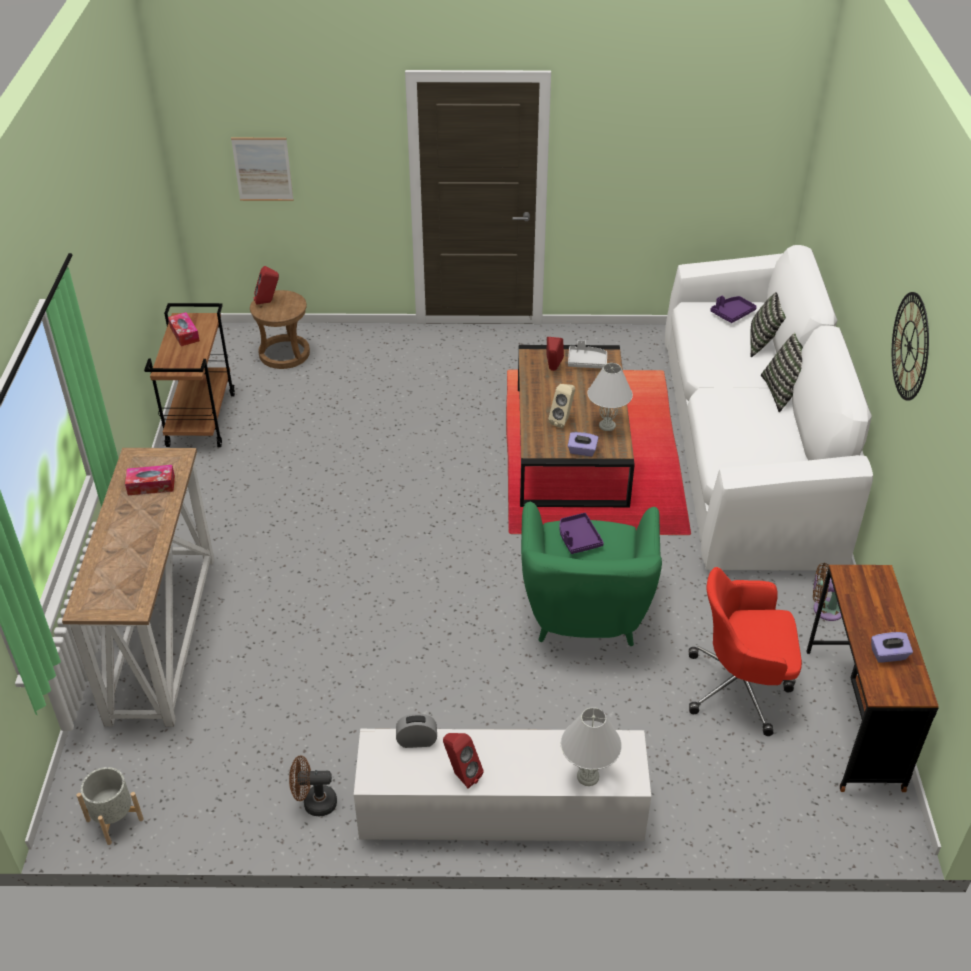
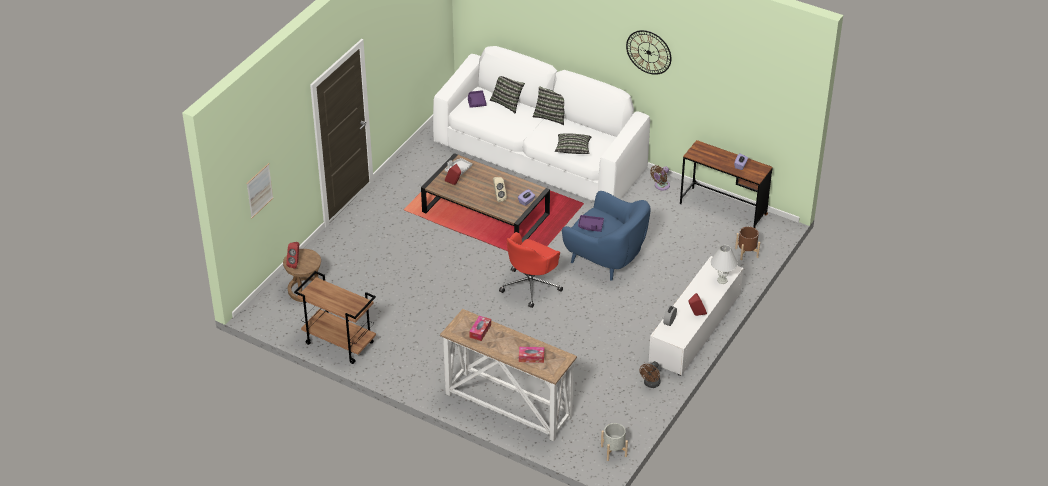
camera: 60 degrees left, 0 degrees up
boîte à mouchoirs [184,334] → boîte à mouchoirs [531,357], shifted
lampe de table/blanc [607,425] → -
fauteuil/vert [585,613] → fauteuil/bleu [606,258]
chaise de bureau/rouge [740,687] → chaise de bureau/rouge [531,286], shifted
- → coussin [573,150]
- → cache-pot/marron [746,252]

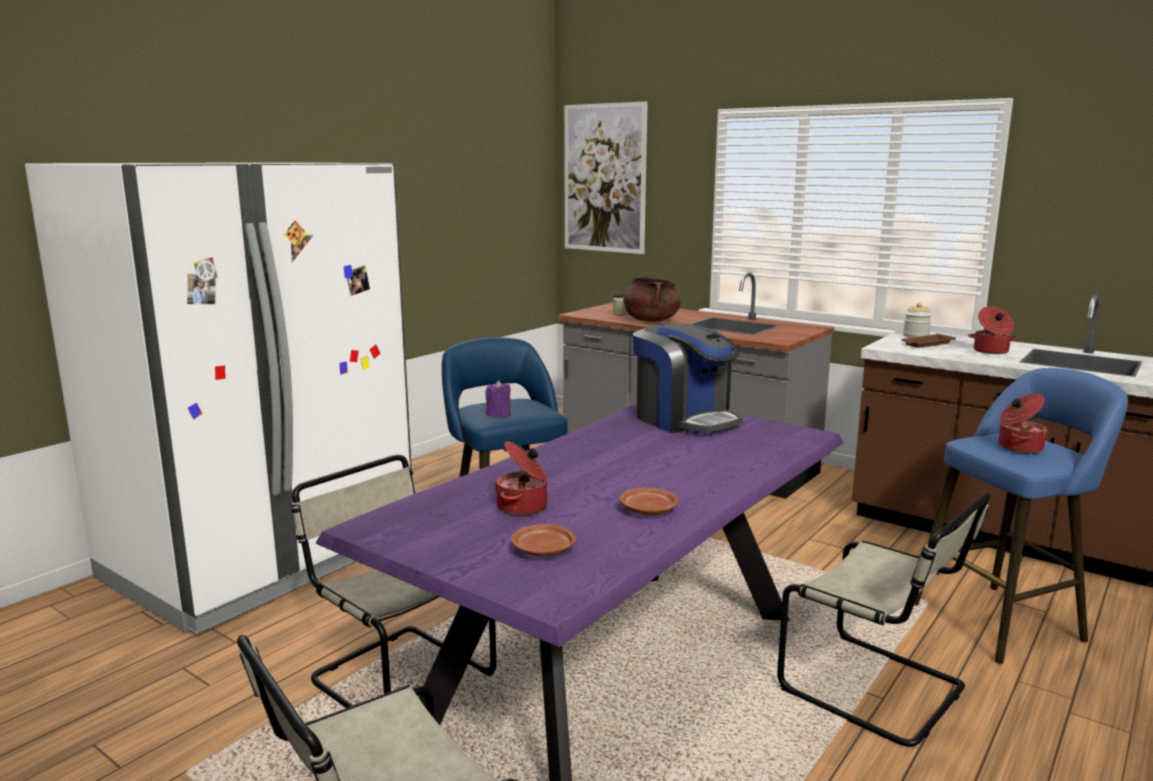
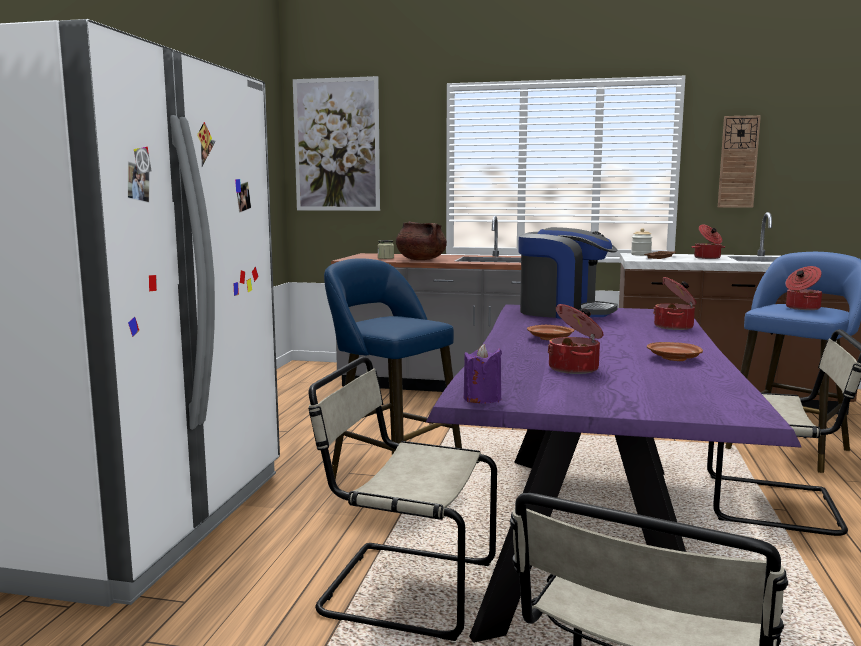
camera: 25 degrees left, 5 degrees down
bougie/violet [498,414] → bougie/violet [482,399], shifted
assiette/marron [543,551] → assiette/marron [550,339], shifted
- → horloge murale [738,162]
- → marmite [675,327]

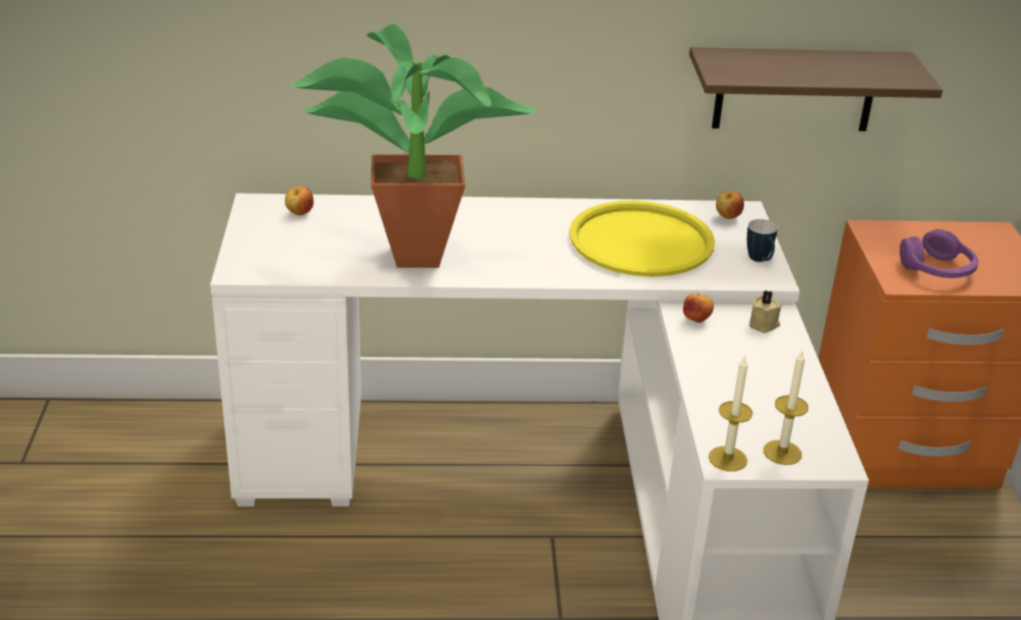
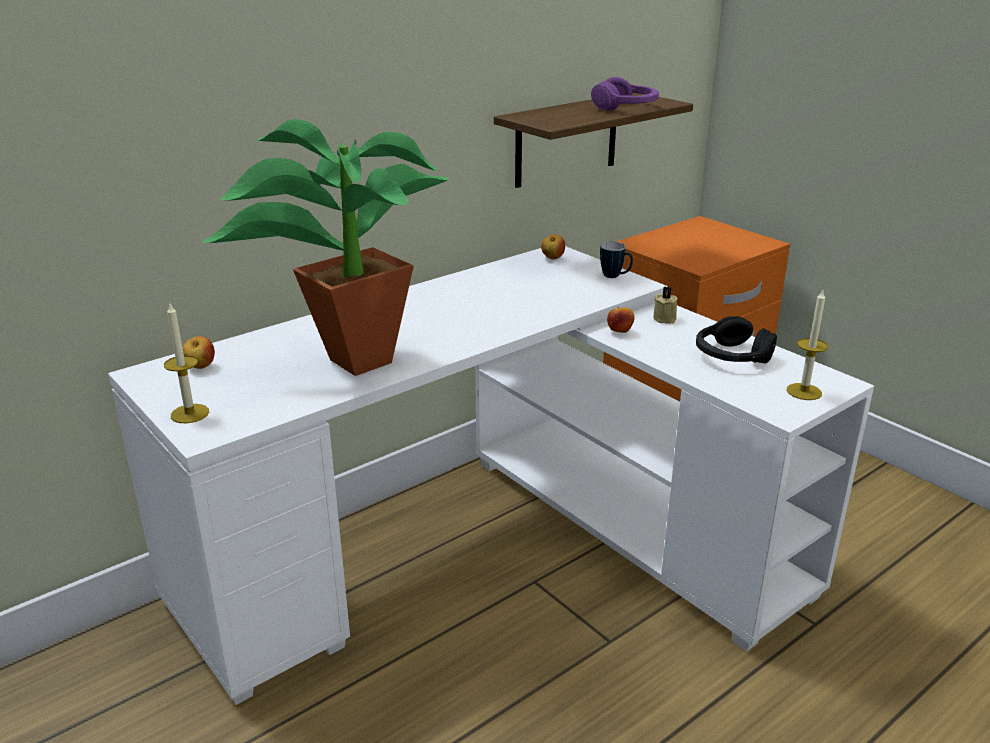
camera: 35 degrees left, 5 degrees down
plateau/jaune [641,241] → -
casque audio/violet [937,270] → casque audio/violet [625,107], shifted
bougie [727,459] → bougie [190,413], shifted
- → casque audio/noir [731,356]

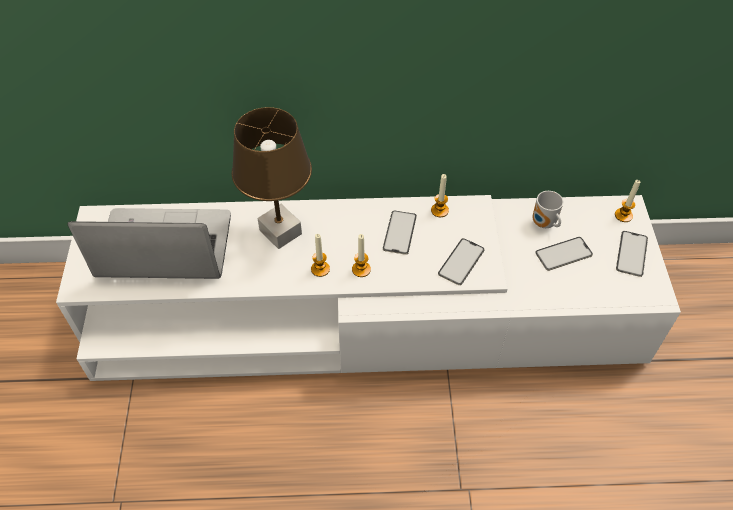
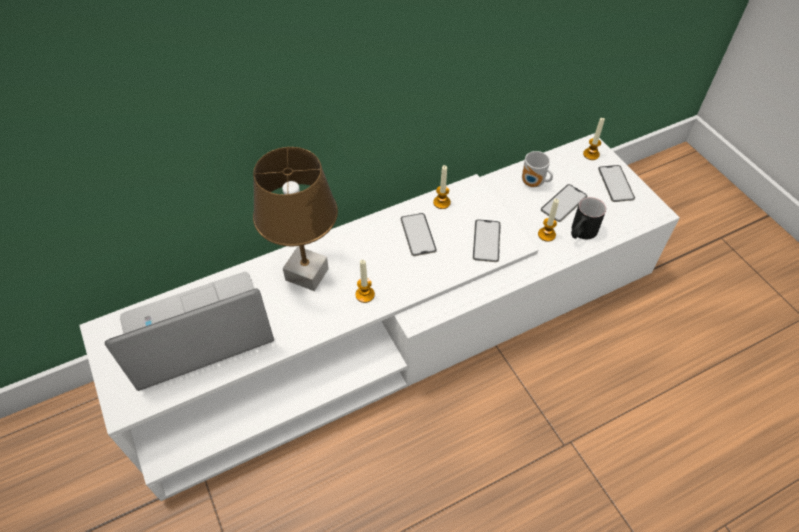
camera: 25 degrees left, 0 degrees up
bougie [361,269] → bougie [546,234], shifted
- → mug/noir [580,233]

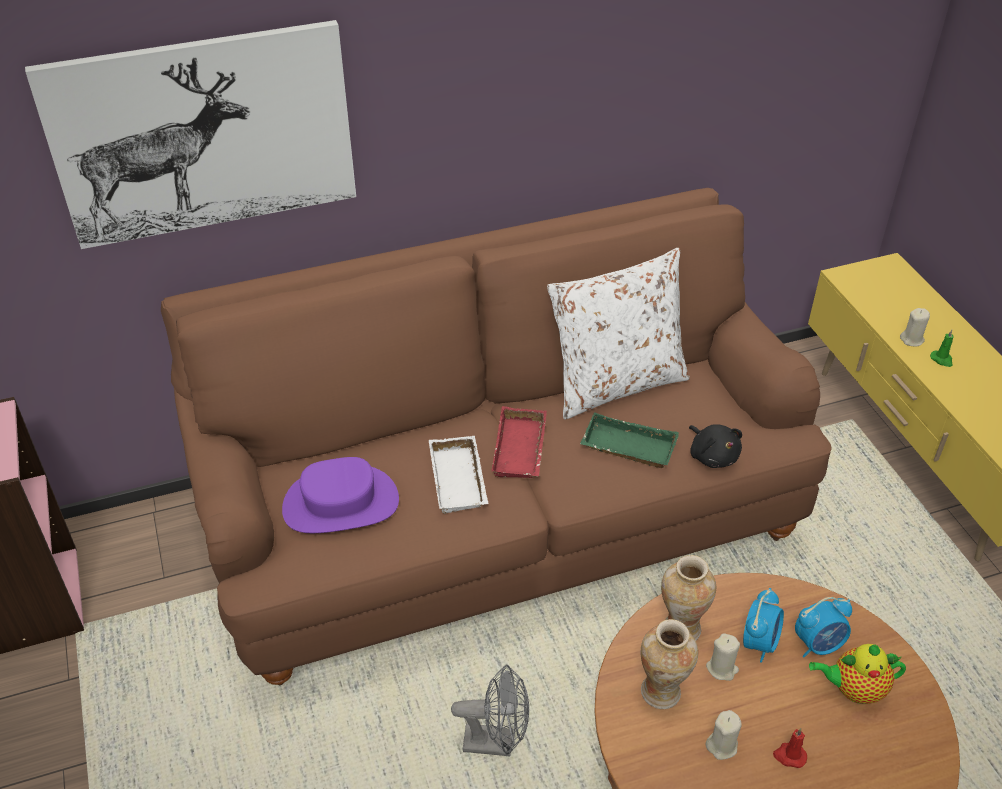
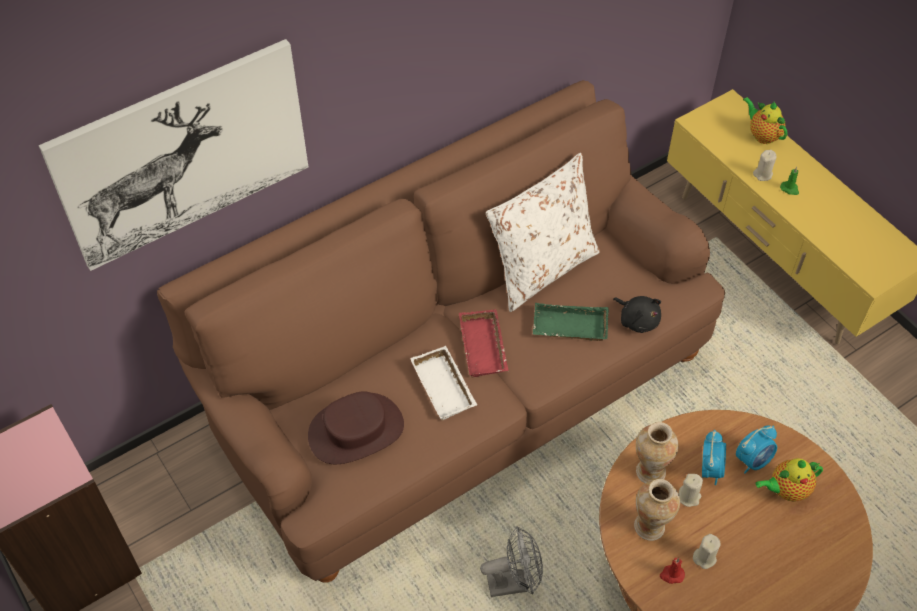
camera: 15 degrees left, 10 degrees up
chapeau/violet [340,504] → chapeau/marron [356,431]
bougie/rouge [789,756] → bougie/rouge [671,575], shifted
- → théière [762,135]

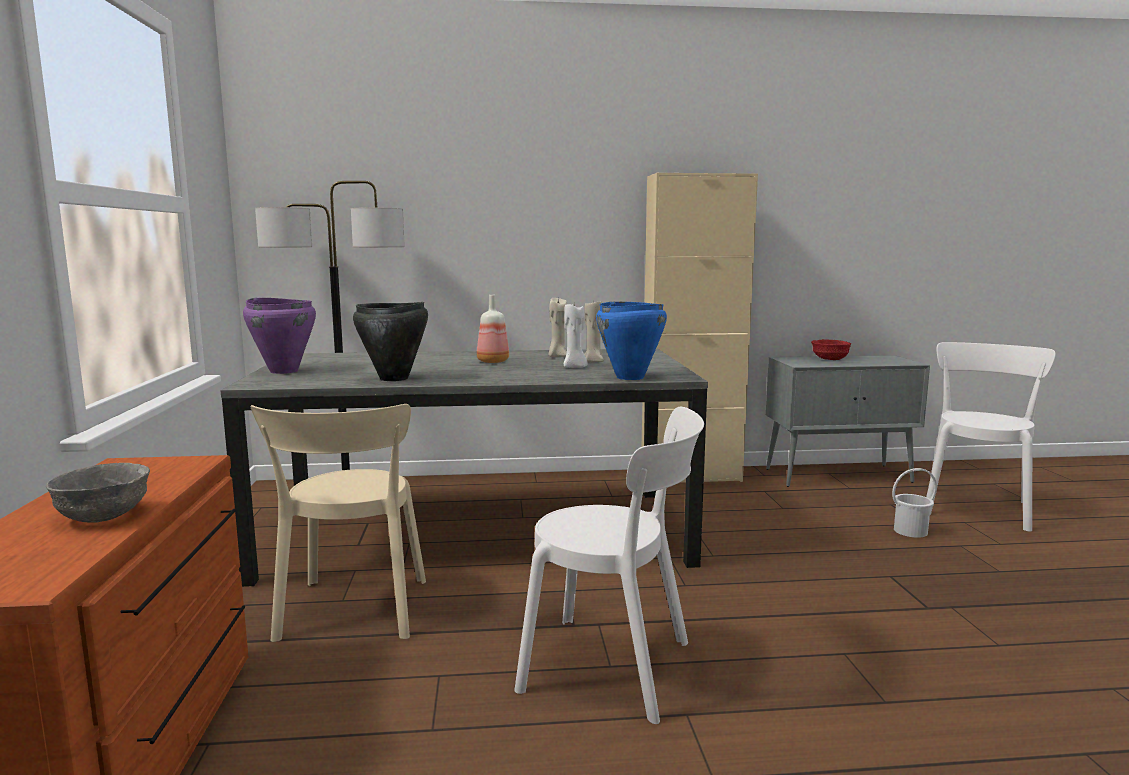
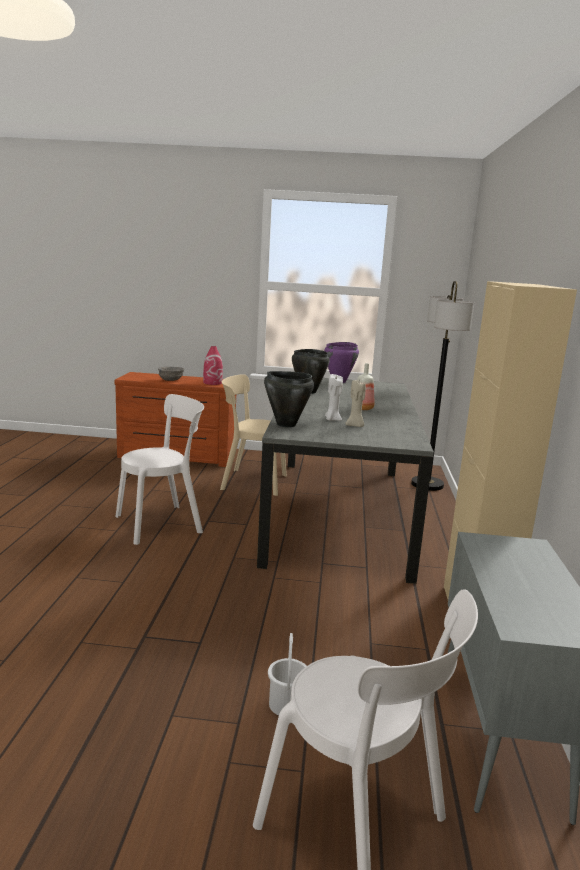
camera: 100 degrees right, 5 degrees up
bougie/beige [557,356] → -
marmite/bleu [630,377] → marmite/noir [286,424]
bol/rouge [829,359] → -
chaise/blanc [615,667] → chaise/blanc [163,523], 150 degrees counterclockwise
- → vase/rouge [213,383]

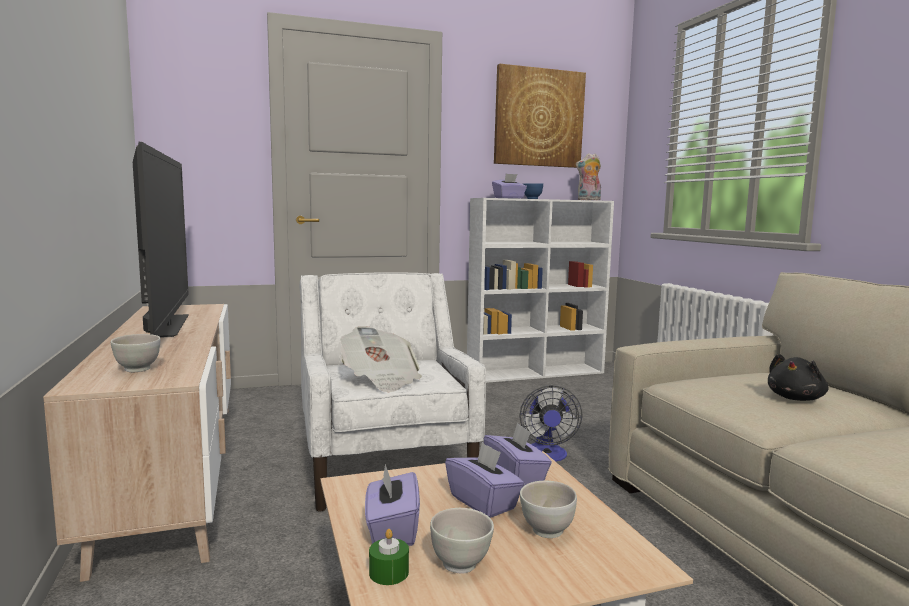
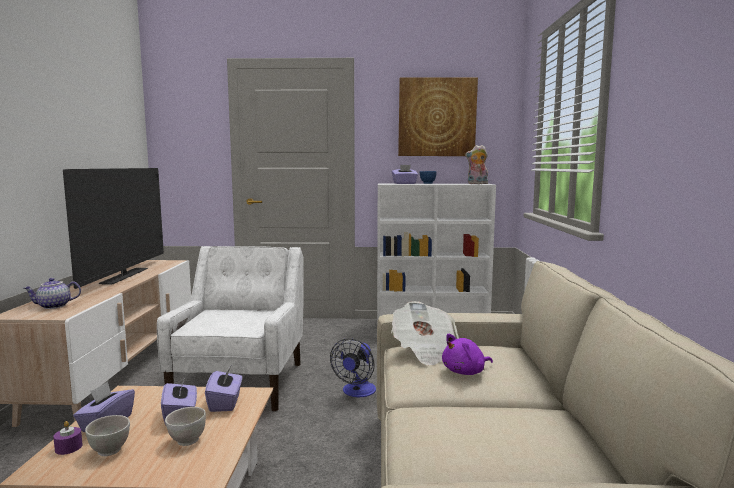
camera: 20 degrees right, 0 degrees up
journal [380,380] → journal [425,351], shifted
bol/blanc [137,369] → théière [53,306]
peluche/noir [796,398] → peluche/violet [465,372]
bougie/vert [389,572] → bougie/violet [68,447]

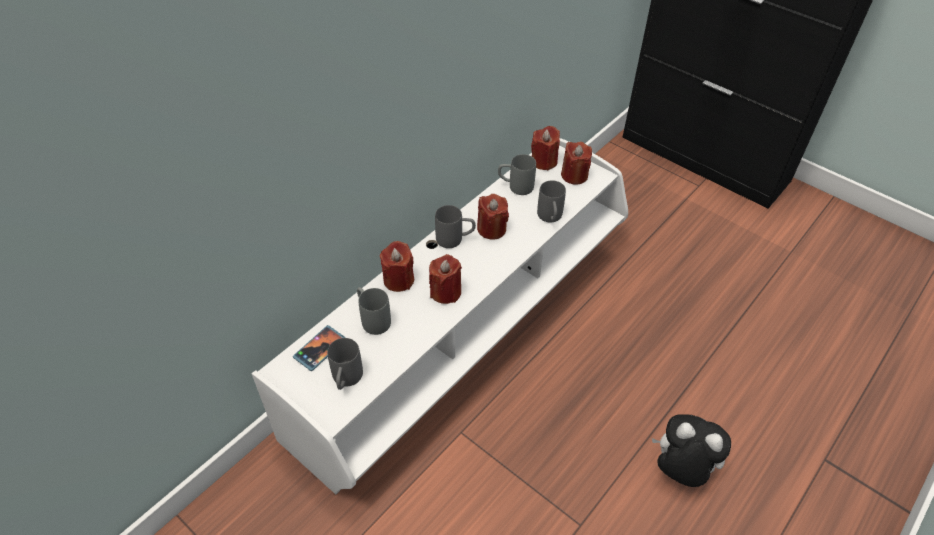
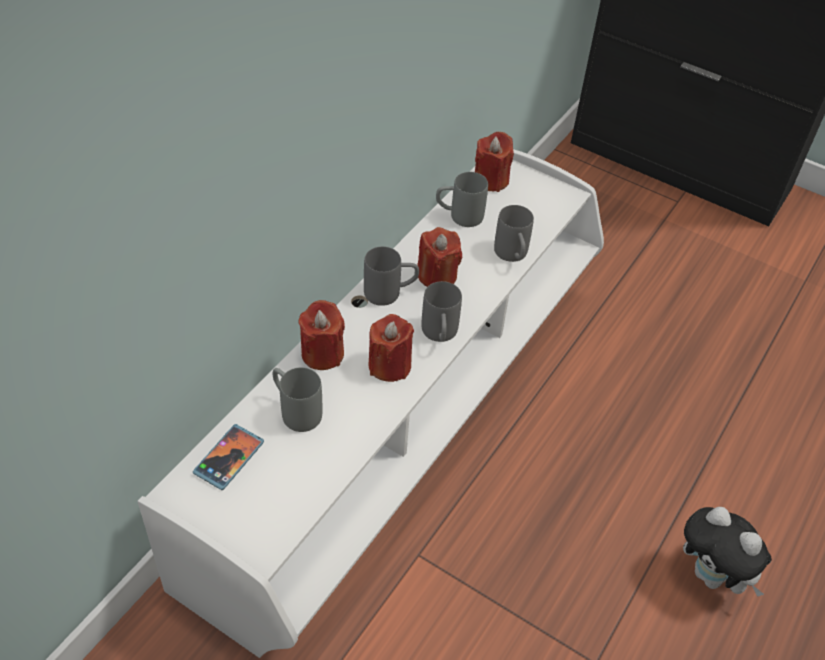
camera: 10 degrees left, 0 degrees up
bougie/rouge [574,175] → -
mug/gris [346,380] → mug/gris [440,335], shifted
peluche [680,470] → peluche [712,576], 150 degrees counterclockwise

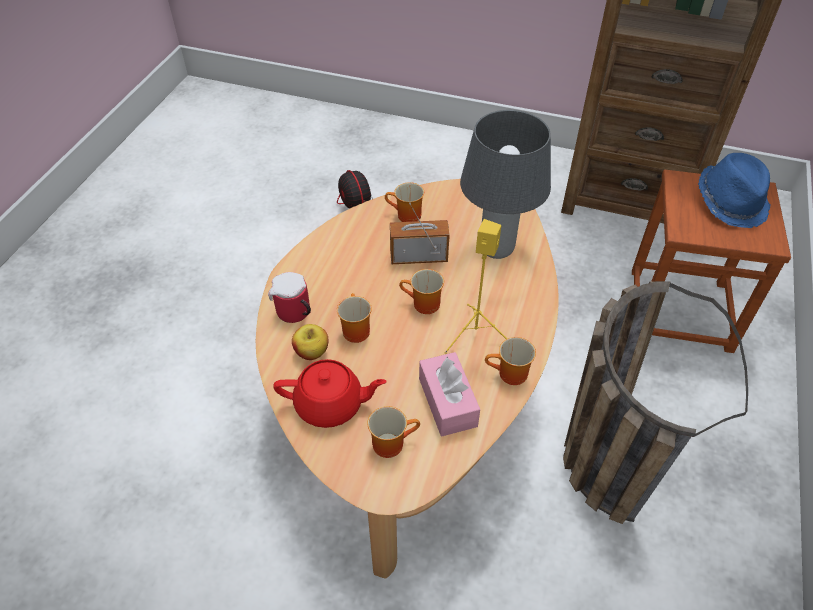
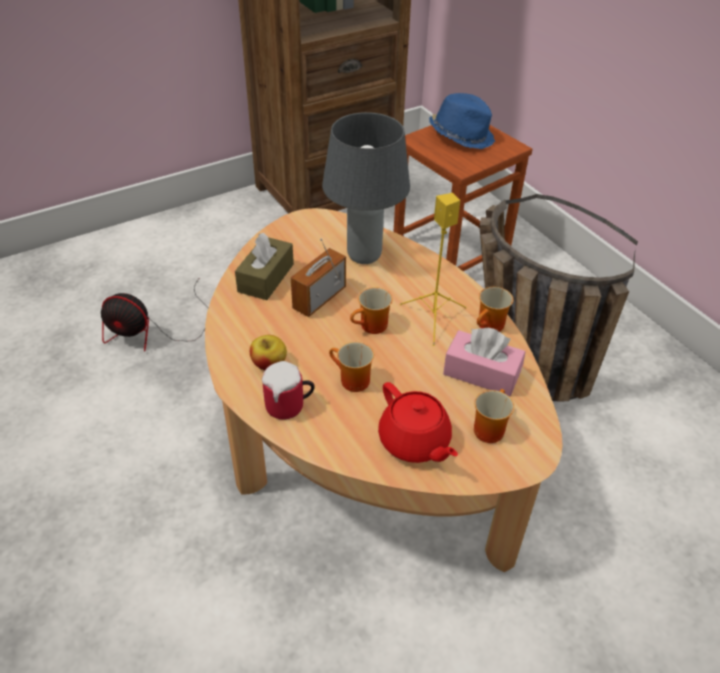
camera: 50 degrees left, 5 degrees down
mug [406,216] → boîte à mouchoirs/marron [266,278]
pomme [311,352] → pomme [269,364], shifted
théière/rouge [330,405] → théière/rouge [414,442], 105 degrees clockwise

